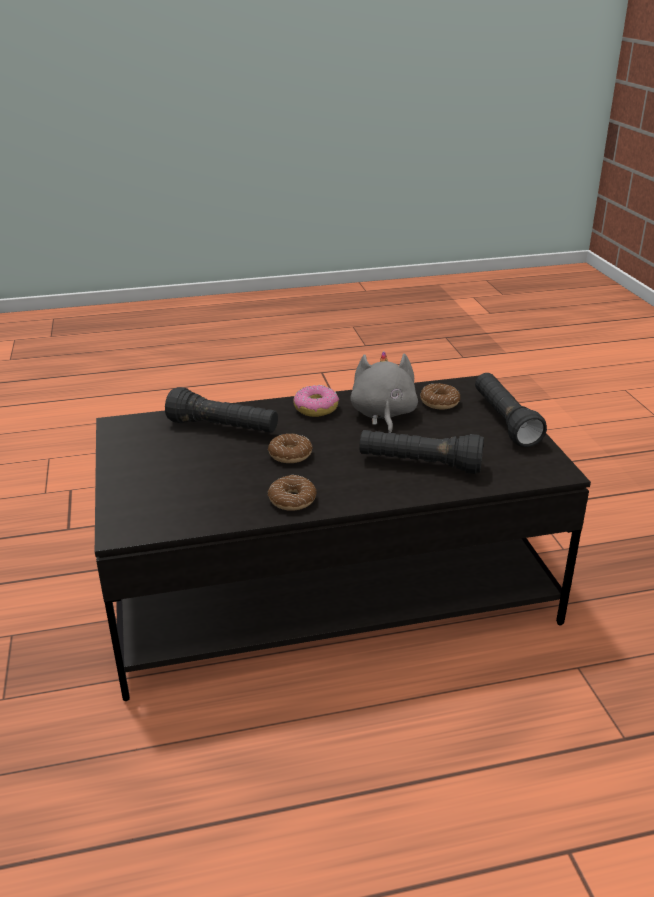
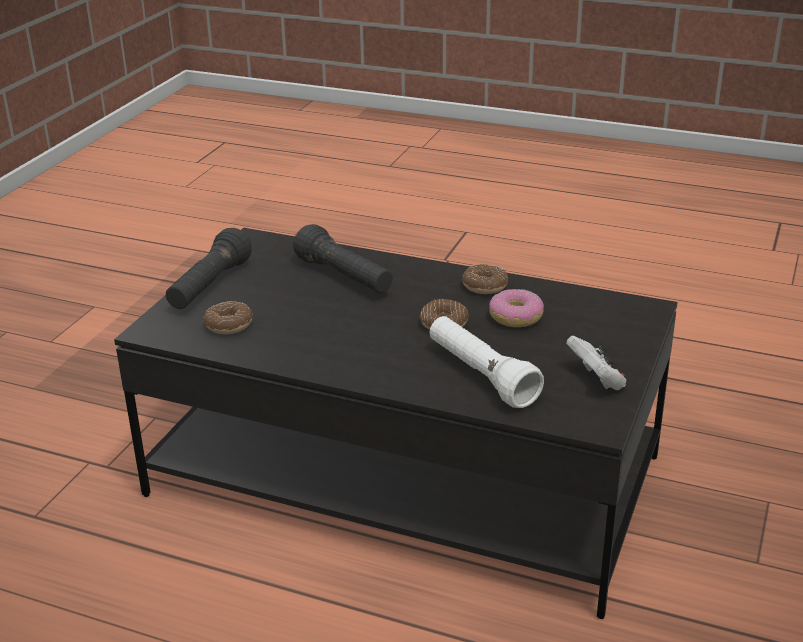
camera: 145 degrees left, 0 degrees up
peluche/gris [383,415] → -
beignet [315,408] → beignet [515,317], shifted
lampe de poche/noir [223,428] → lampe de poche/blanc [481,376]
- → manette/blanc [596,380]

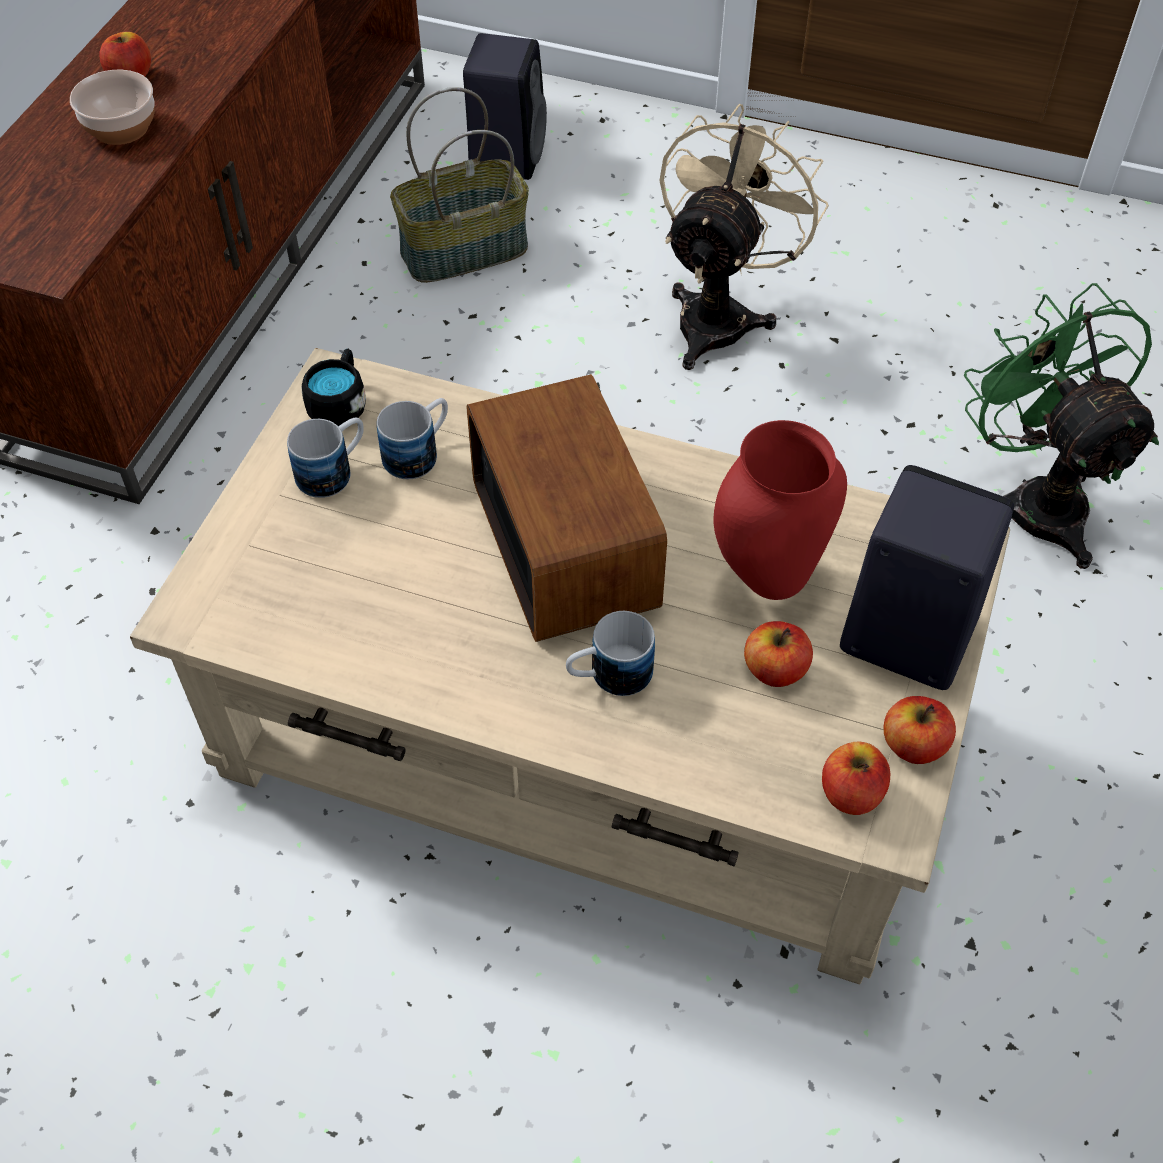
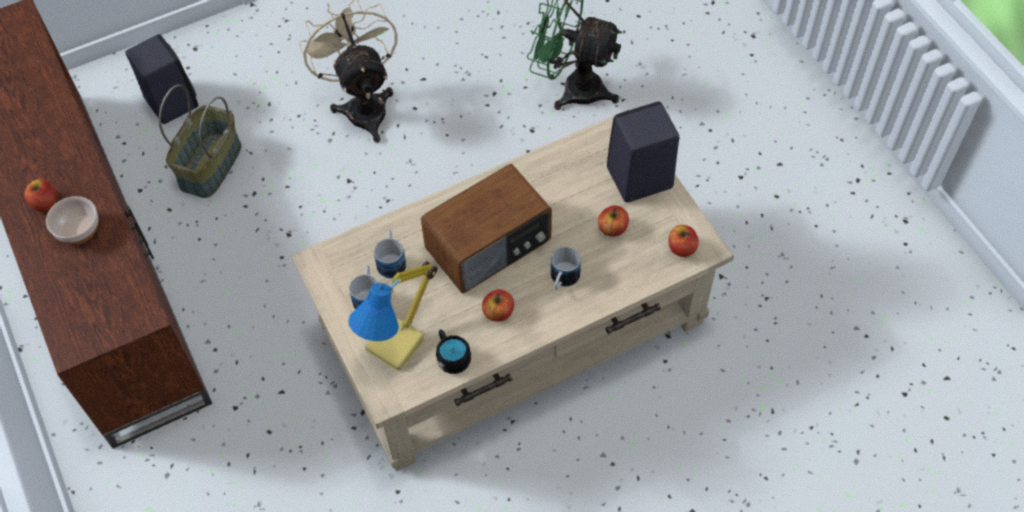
camera: 45 degrees left, 5 degrees up
mug/noir [340,403] → mug/noir [451,356], shifted
radio [567,542] → radio [490,246], 120 degrees clockwise
vase/rouge [768,581] → -
pomme [913,745] → pomme [498,312], shifted
- → lampe de table [397,345]

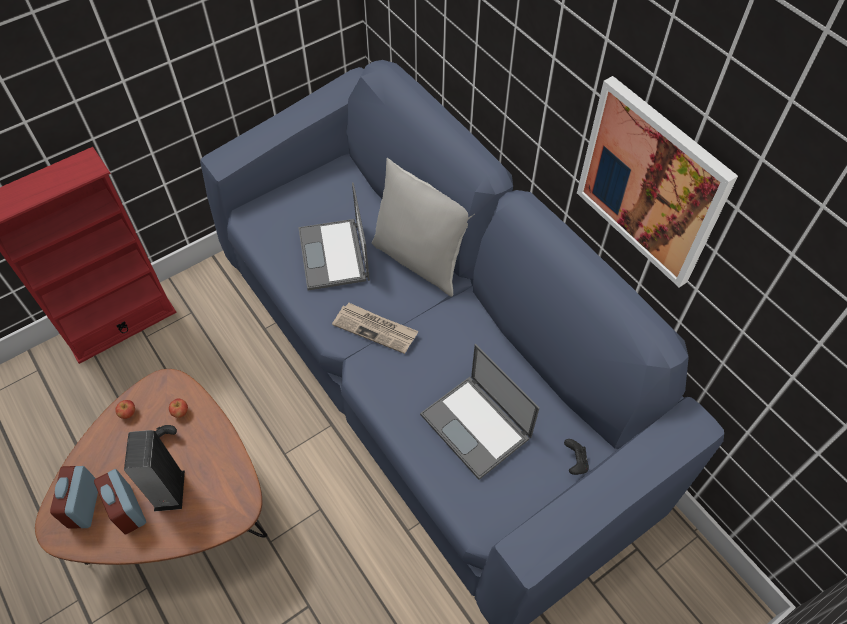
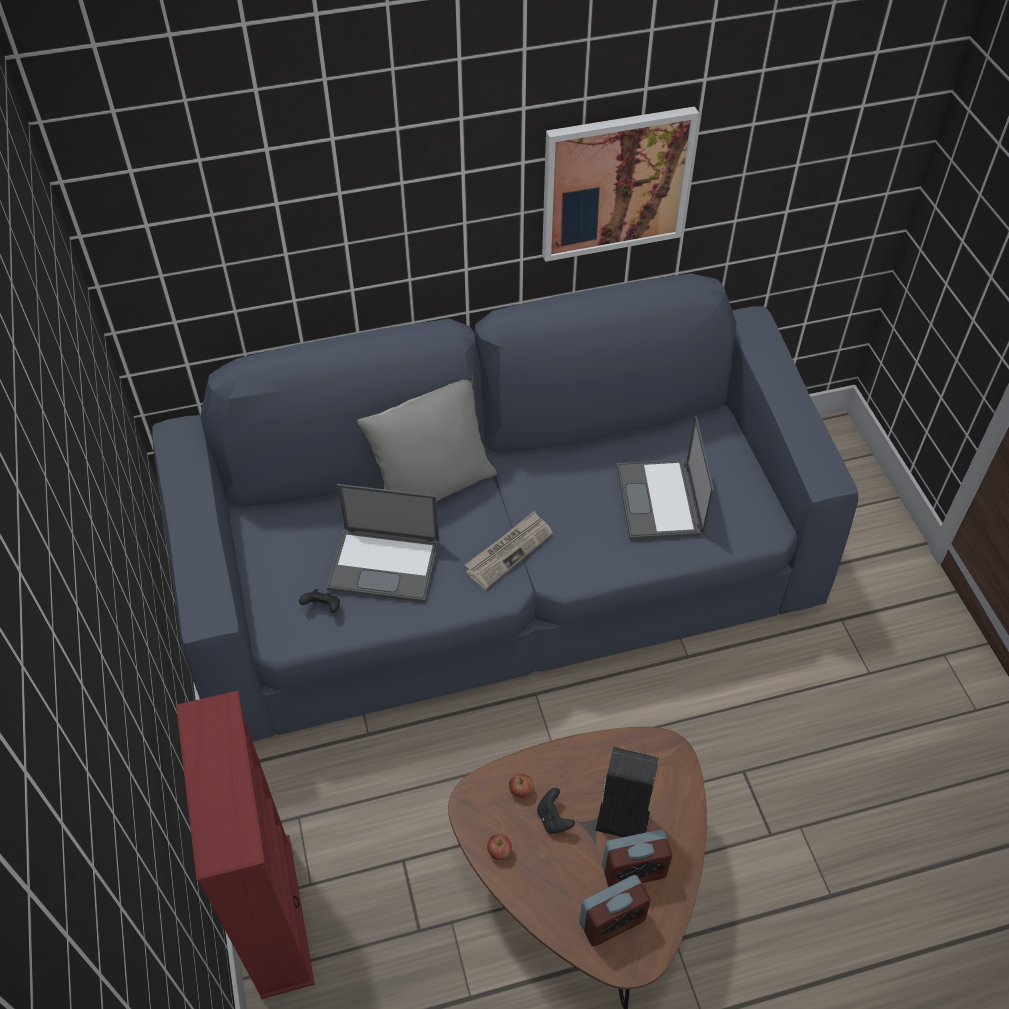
camera: 70 degrees left, 5 degrees down
ordinateur portable [477,426] → ordinateur portable [660,501], 105 degrees clockwise
manette/noir [575,462] → manette/noir [323,608], shifted
réveil [84,505] → réveil [612,921], 45 degrees counterclockwise

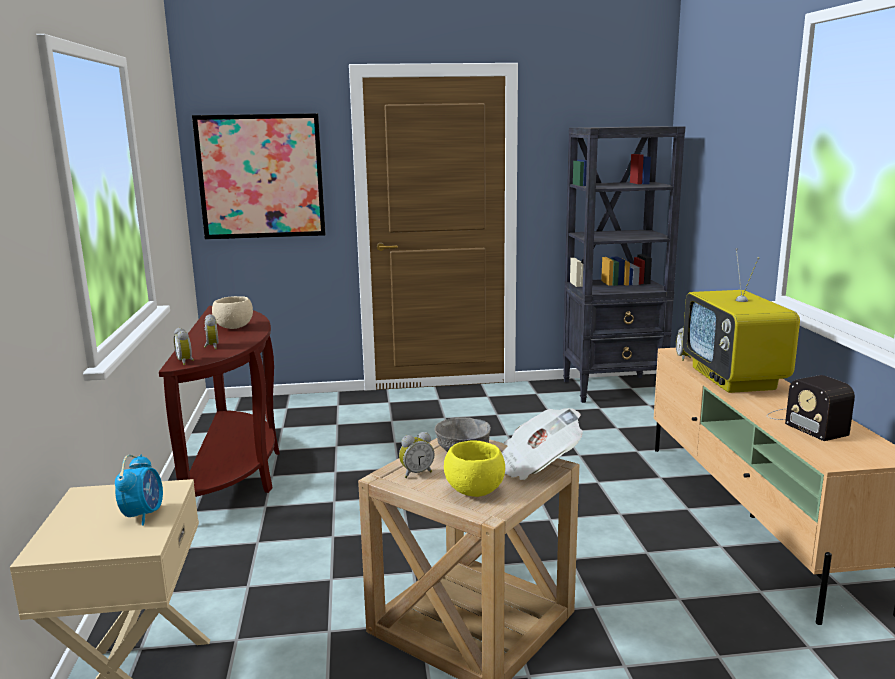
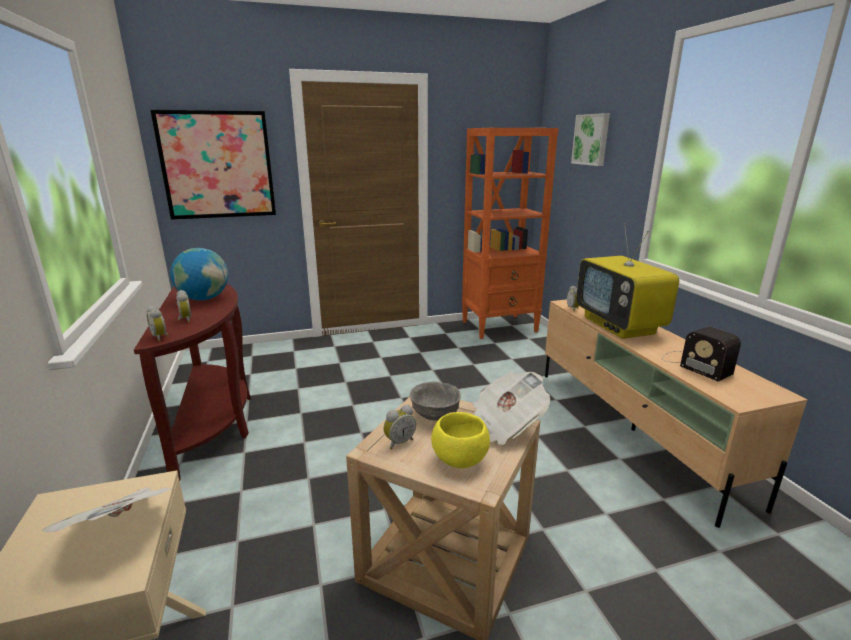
camera: 10 degrees left, 5 degrees up
bibliothèque/noir [613,389] → bibliothèque/orange [500,326]
bol/beige [234,327] → globe [204,298]
réveil [143,515] → journal [123,528]
- → tableau [591,139]

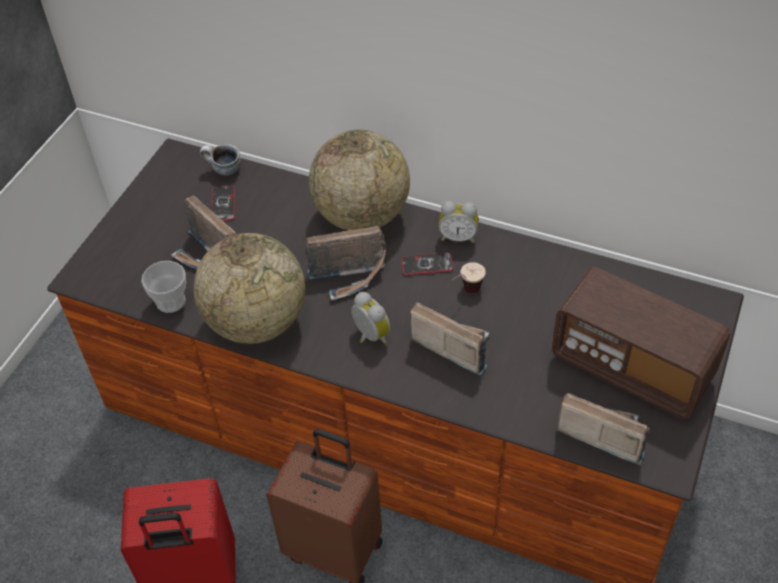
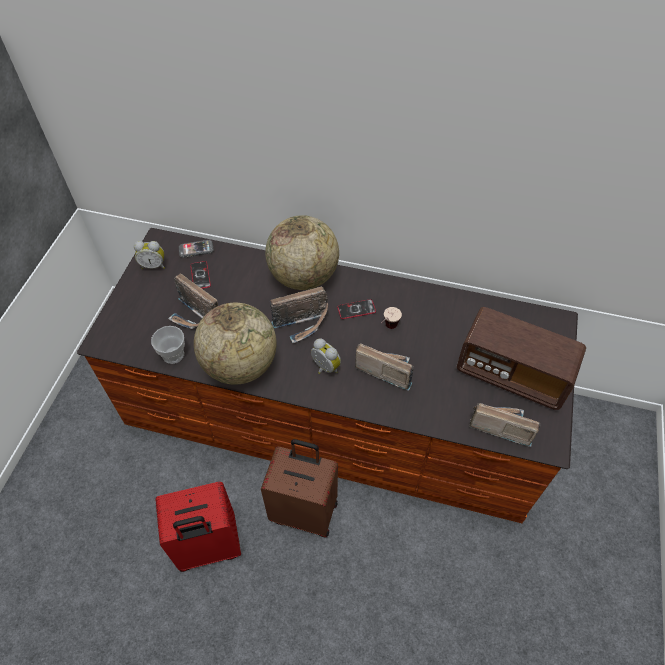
camera: 10 degrees left, 5 degrees up
mug [223,170] → téléphone [196,249]
réveil [458,237] → réveil [153,265], shifted

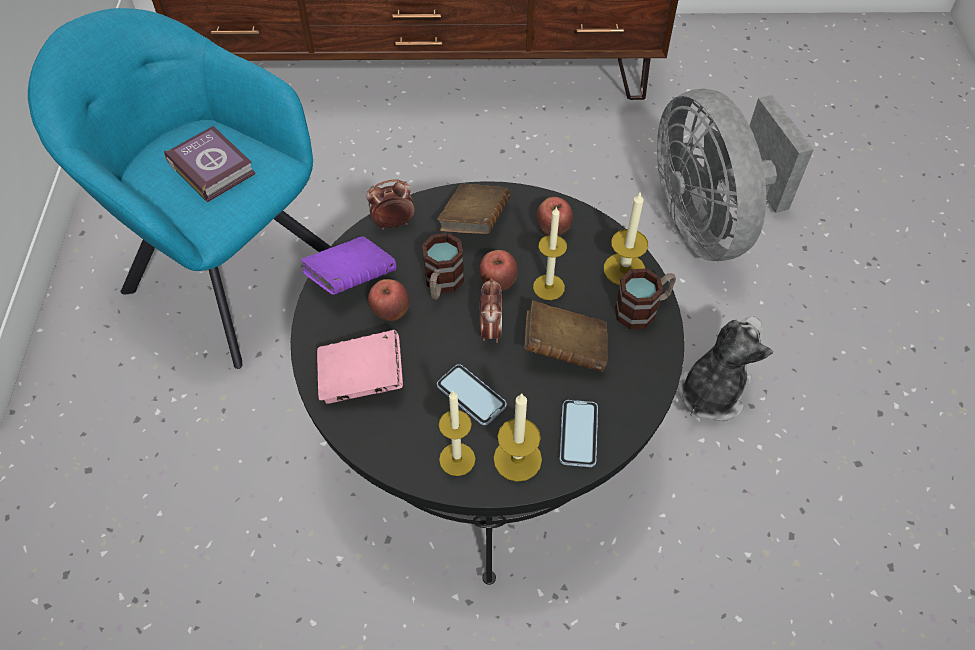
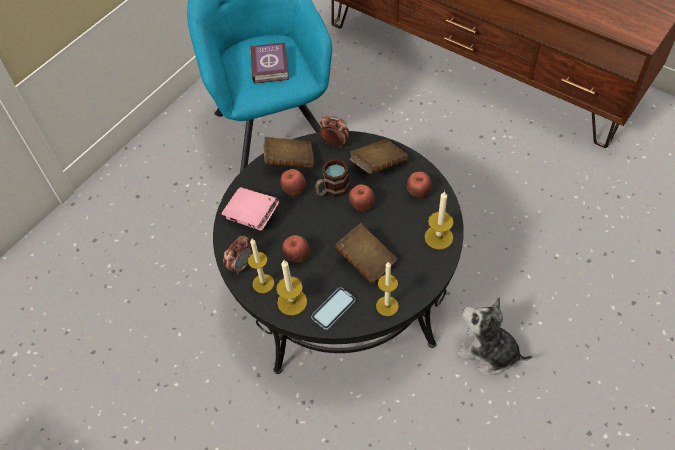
camera: 40 degrees right, 0 degrees up
ventilateur/gris [708,223] → -
bougie [548,287] → bougie [387,306], shifted
livre/violet [351,278] → livre/marron [289,161]
mug [643,309] → -
réveil [490,329] → réveil [241,265], shifted
peluche [712,391] → peluche [488,352], 135 degrees counterclockwise
téléphone [471,396] → pomme [297,256]

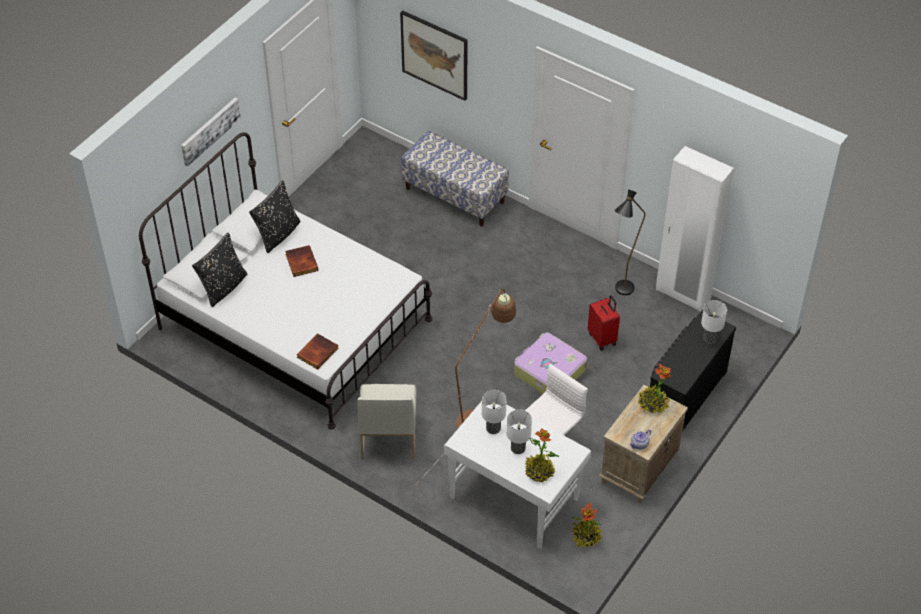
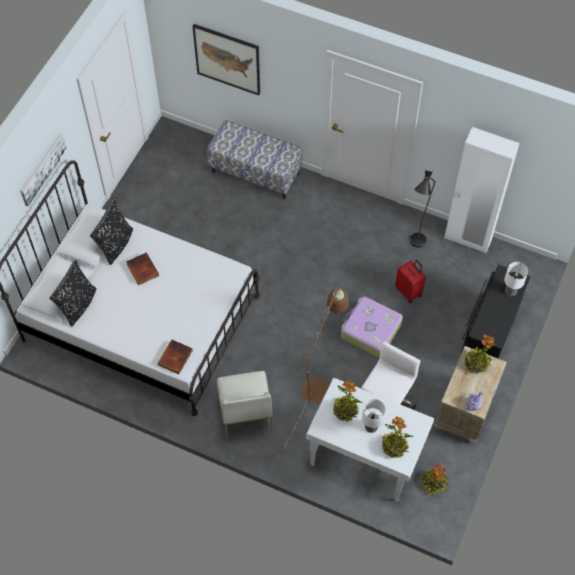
camera: 10 degrees left, 10 degrees up
lampe de table [493,428] → plante en pot [345,410]

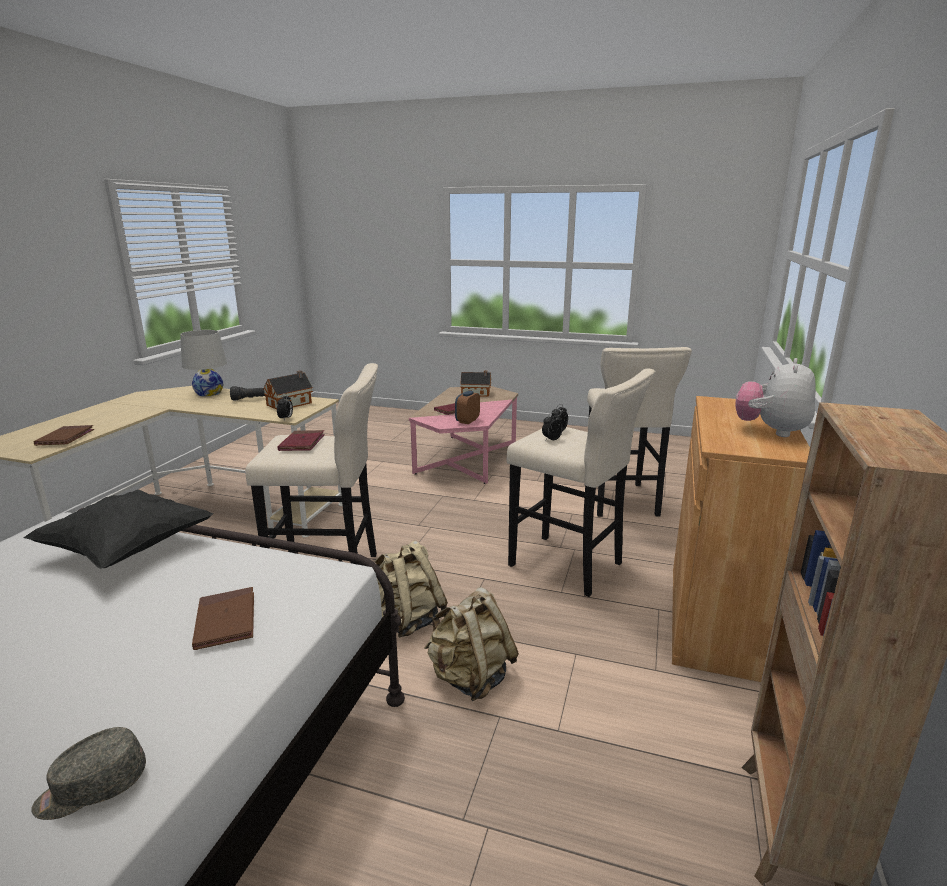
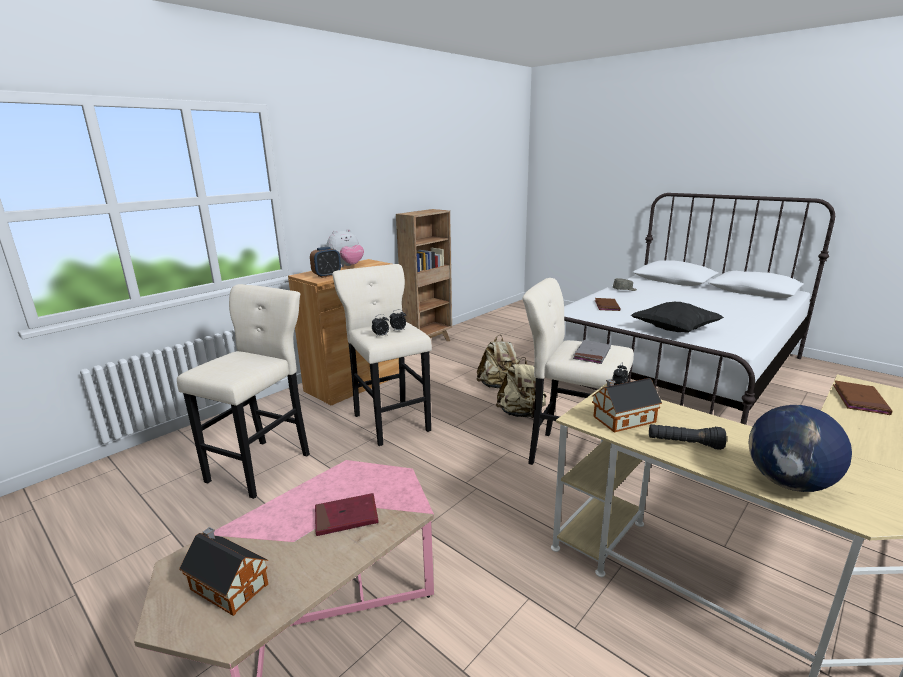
camera: 155 degrees left, 0 degrees up
lampe de table/blanc [209,393] → globe [789,483]
réveil [467,421] → réveil [327,275], shifted
livre/rouge [302,443] → livre/gris [592,354]

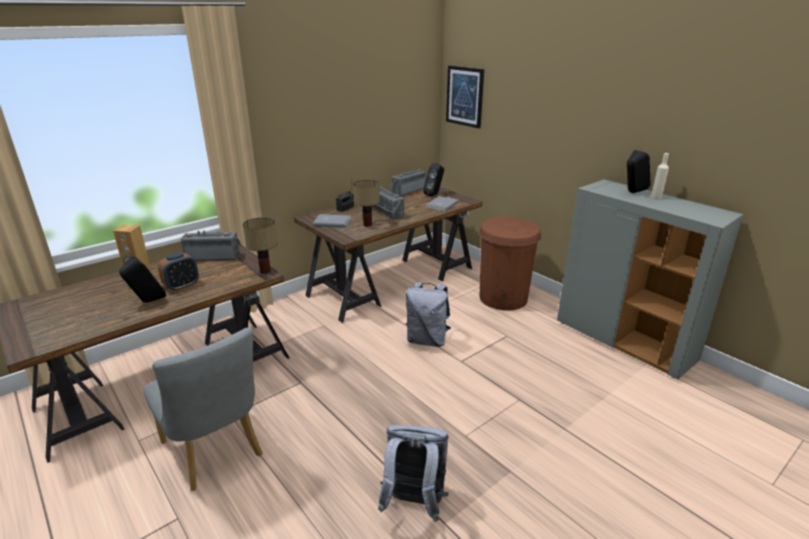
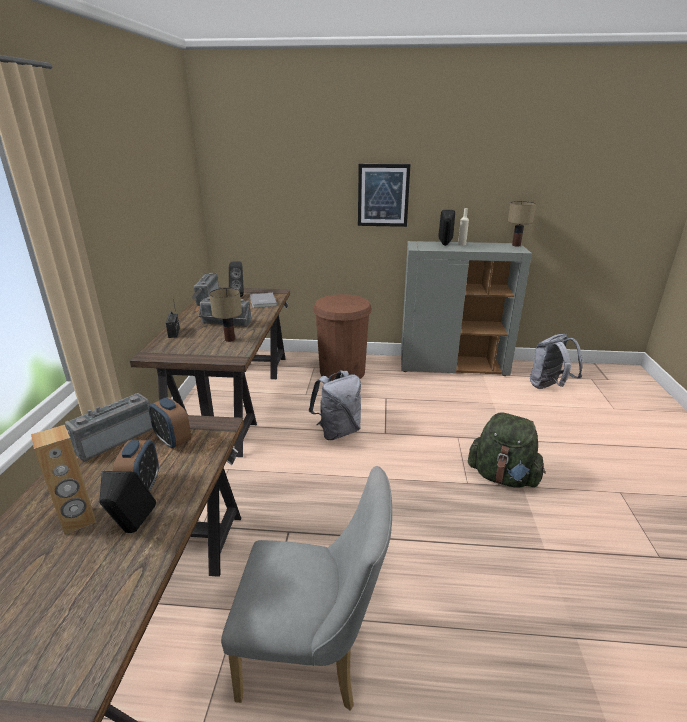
camera: 45 degrees left, 0 degrees up
tableau [465,96] → tableau [383,195], shifted
livre/gris [332,222] → -
lampe de table [264,271] → lampe de table [516,245], shifted
sac à dos/gris [414,503] → sac à dos/gris [549,387], shifted
- → réveil [173,440]
- → sac à dos/vert [502,477]

